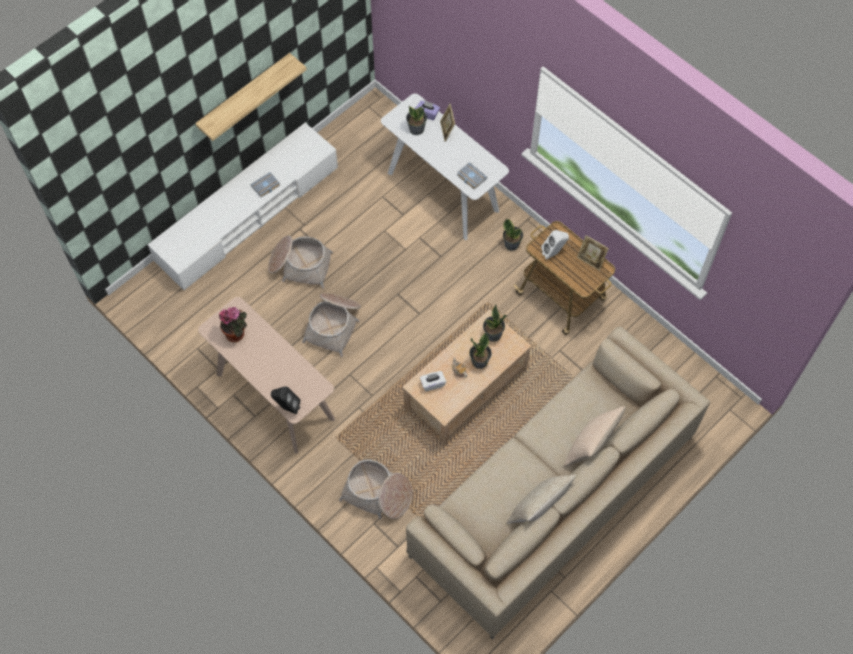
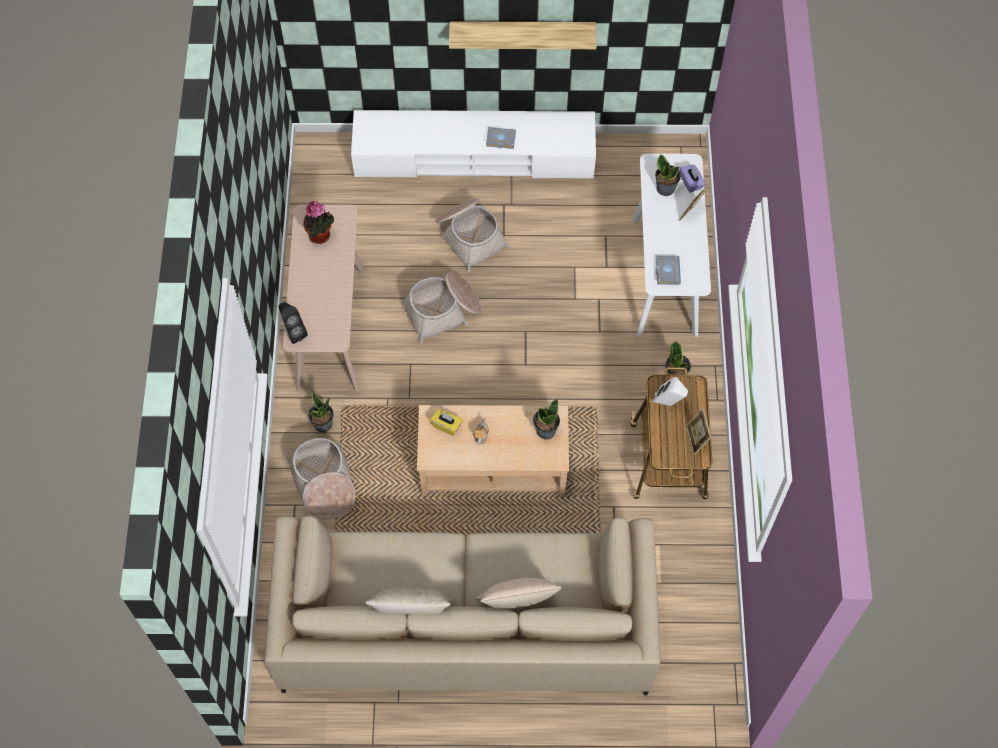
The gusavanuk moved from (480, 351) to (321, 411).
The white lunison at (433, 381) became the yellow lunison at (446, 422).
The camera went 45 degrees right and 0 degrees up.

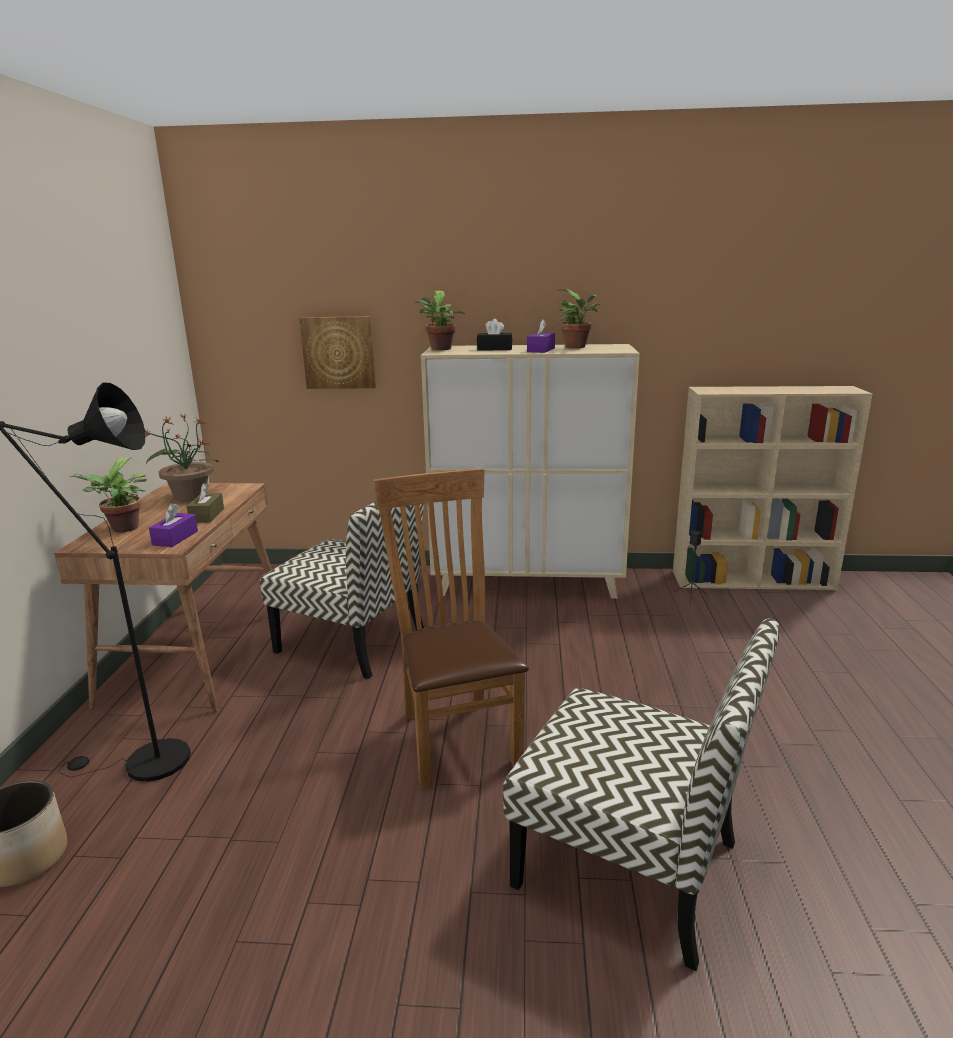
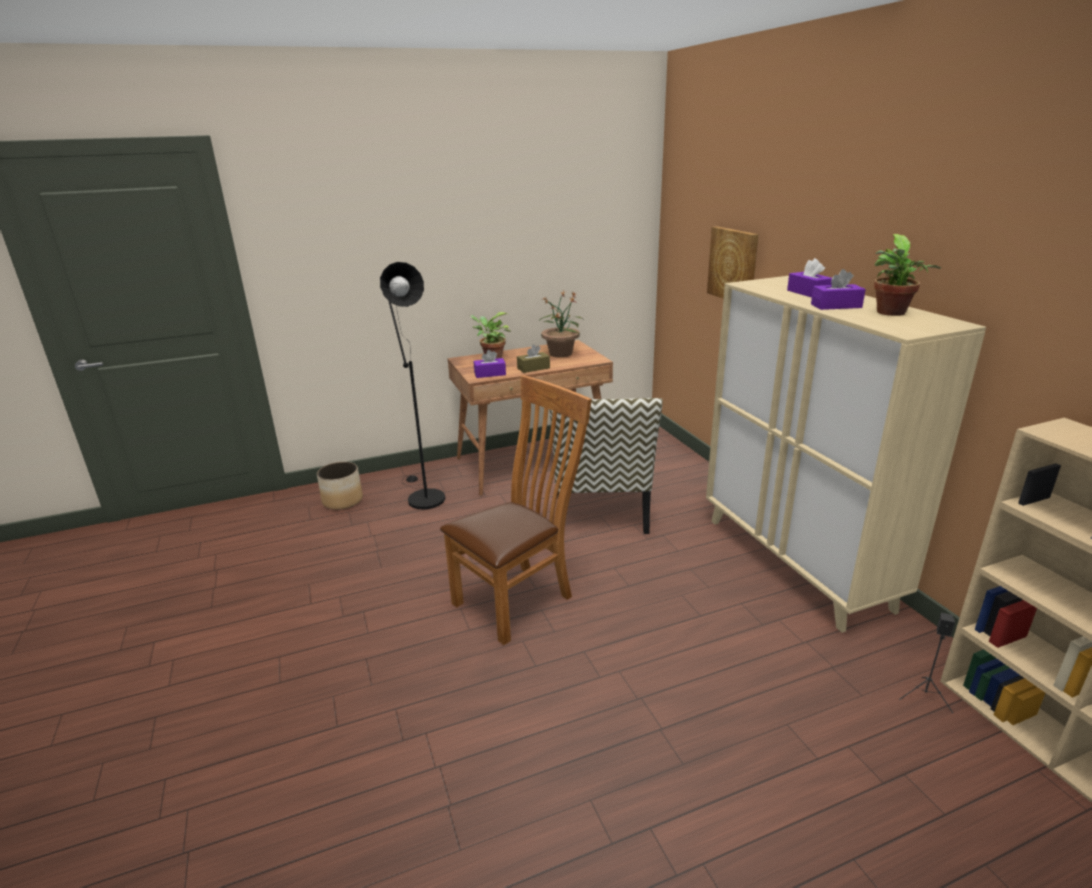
The black lunison at (495, 335) became the purple lunison at (809, 278).
The gusavanuk at (440, 320) disappeared.
The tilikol at (641, 795) disappeared.
The camera went 65 degrees right and 5 degrees up.

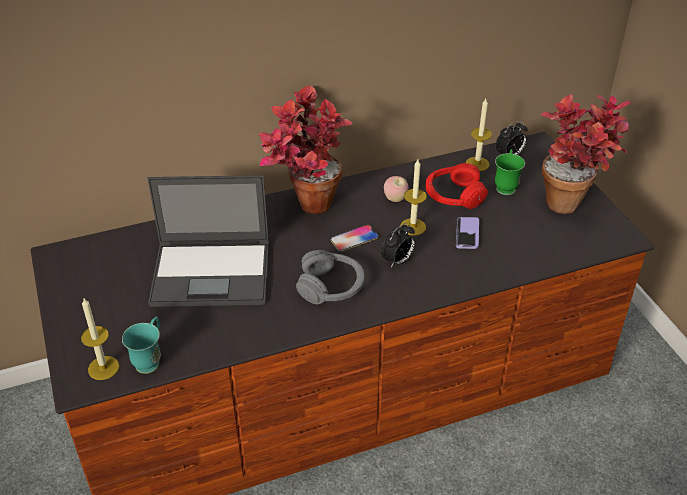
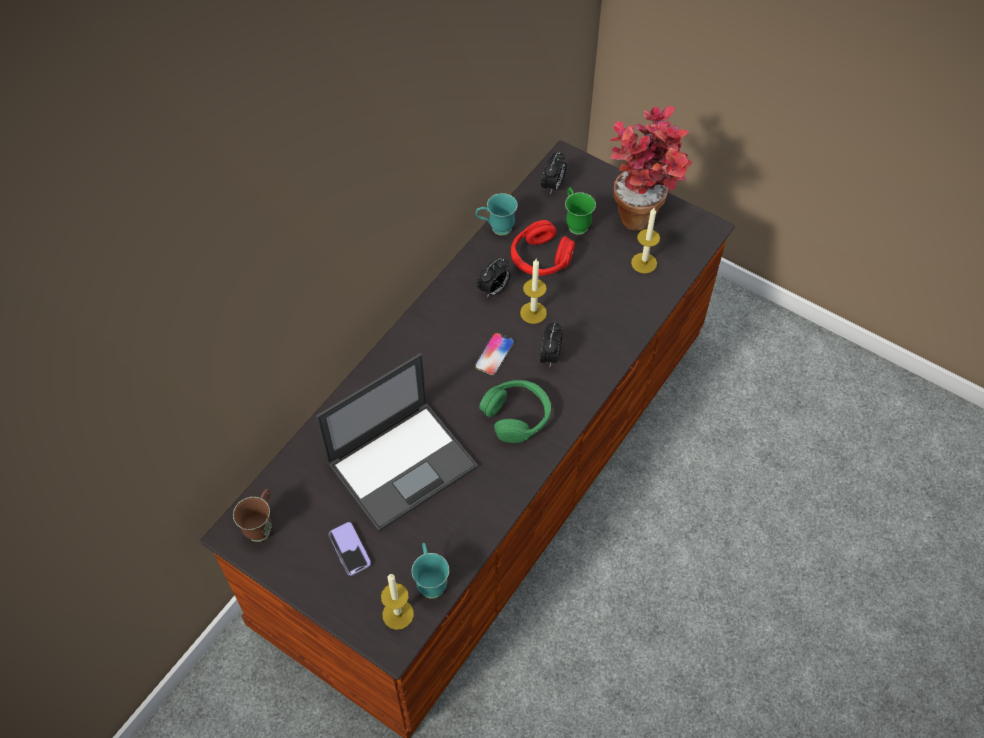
The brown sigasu at (252, 515) appeared.
The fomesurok moved from (467, 233) to (350, 549).
The turquoise sigasu at (497, 214) appeared.
The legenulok at (396, 189) was replaced by the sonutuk at (493, 278).
The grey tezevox at (330, 277) became the green tezevox at (515, 411).
The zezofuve moved from (479, 135) to (645, 240).
The gusavanuk at (306, 150) disappeared.
The camera went 35 degrees left and 15 degrees up.

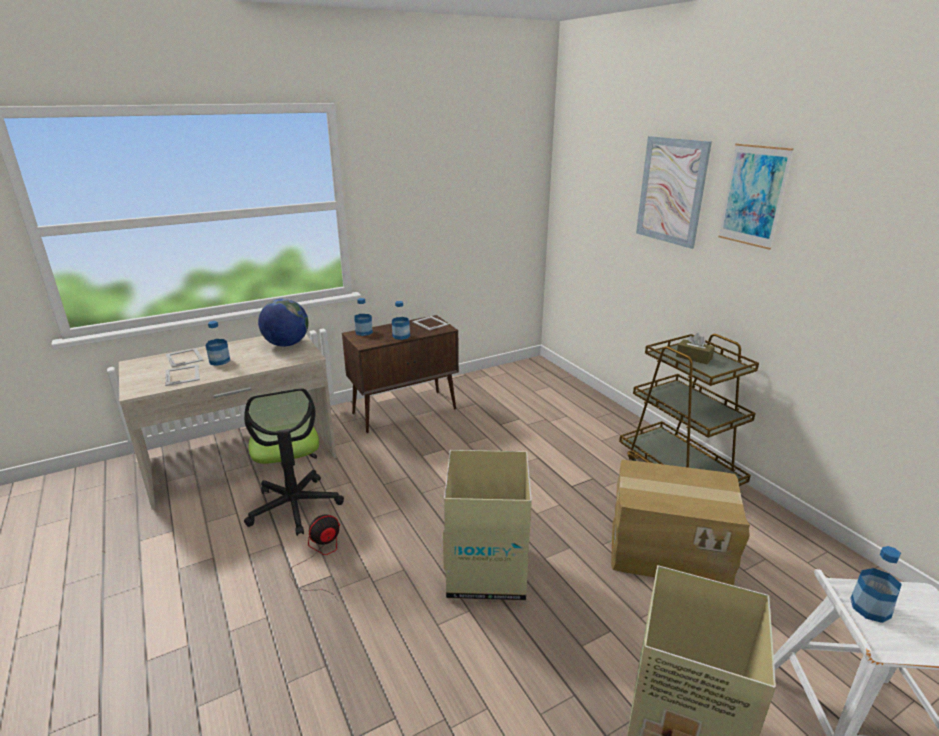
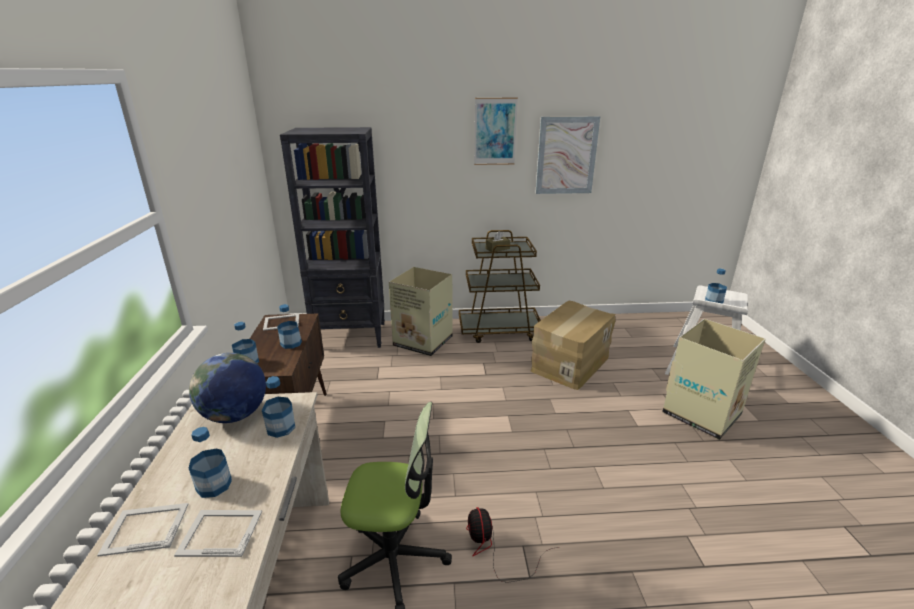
The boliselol at (278, 407) appeared.
The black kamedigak at (332, 237) appeared.
The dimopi moved from (487, 525) to (421, 311).
The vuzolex moved from (674, 192) to (567, 155).
The camera went 65 degrees left and 0 degrees up.

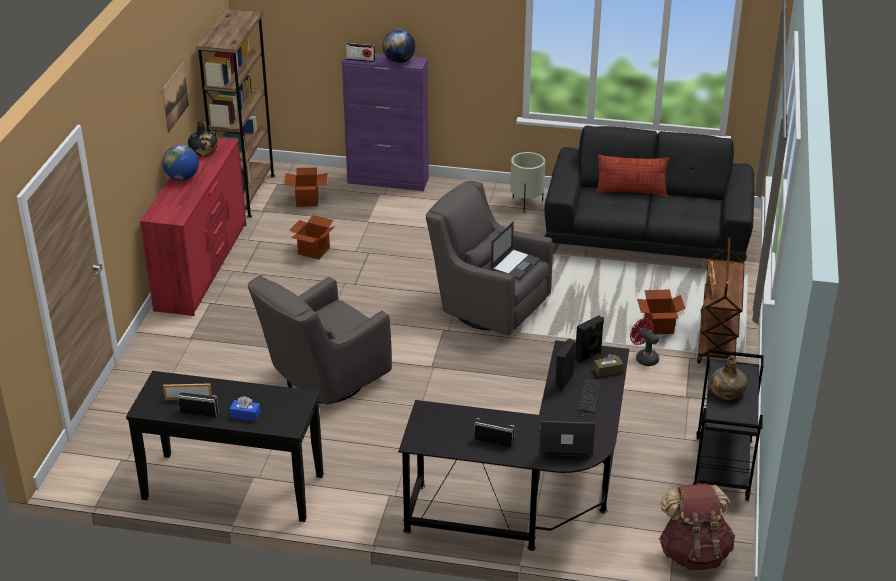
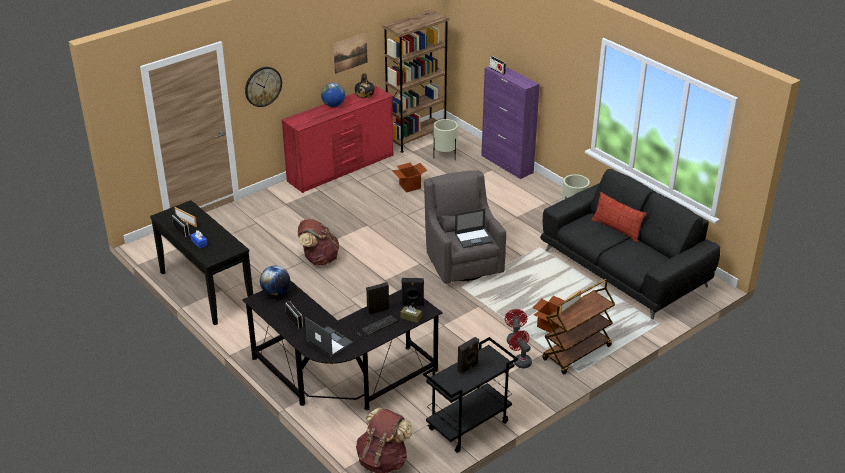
The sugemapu at (263, 87) appeared.
The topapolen moved from (398, 46) to (275, 281).
The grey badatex at (320, 340) was replaced by the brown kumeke at (318, 242).
The dimopi at (306, 187) was replaced by the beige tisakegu at (445, 139).
The green boliselol at (728, 378) was replaced by the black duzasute at (468, 355).
The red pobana at (520, 349) appeared.
The camera went 40 degrees right and 0 degrees up.

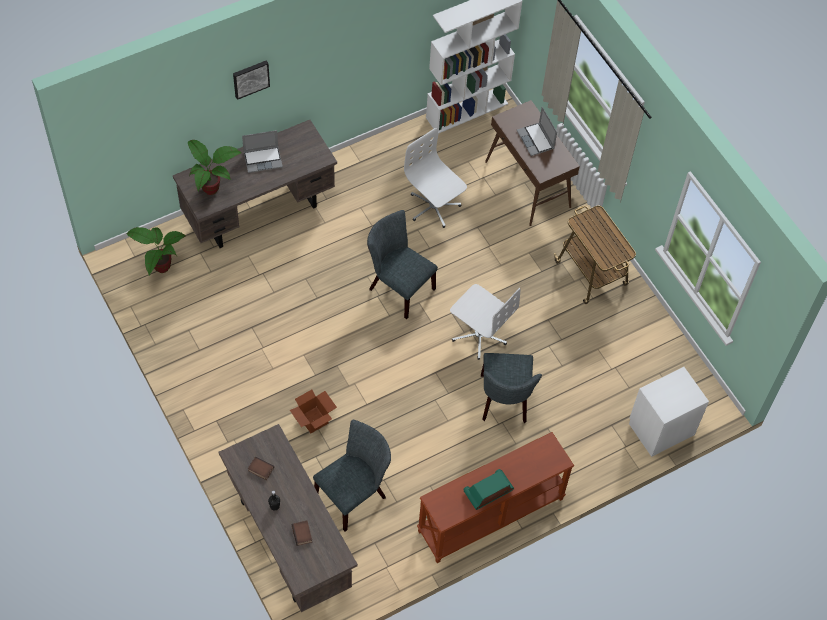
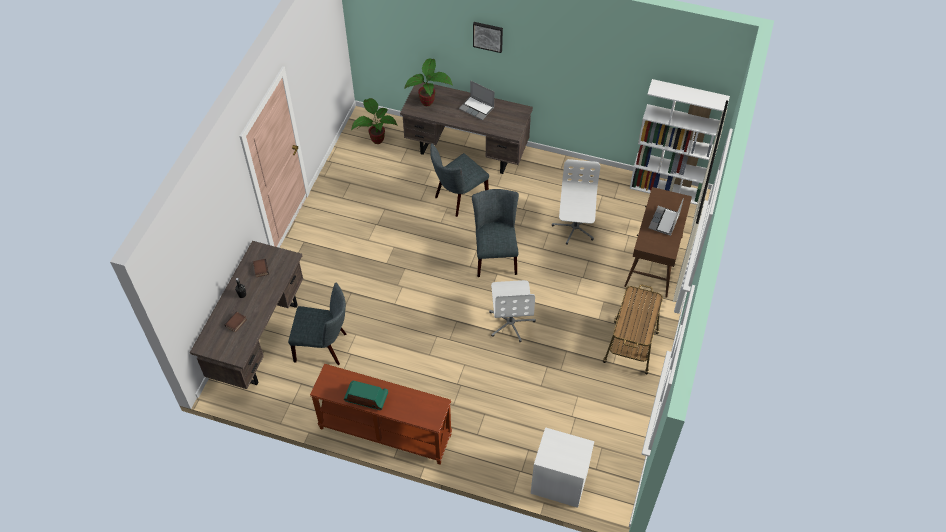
The grey tilikol moved from (511, 388) to (459, 180).
The dimopi at (313, 412) disappeared.
The camera went 50 degrees right and 5 degrees down.

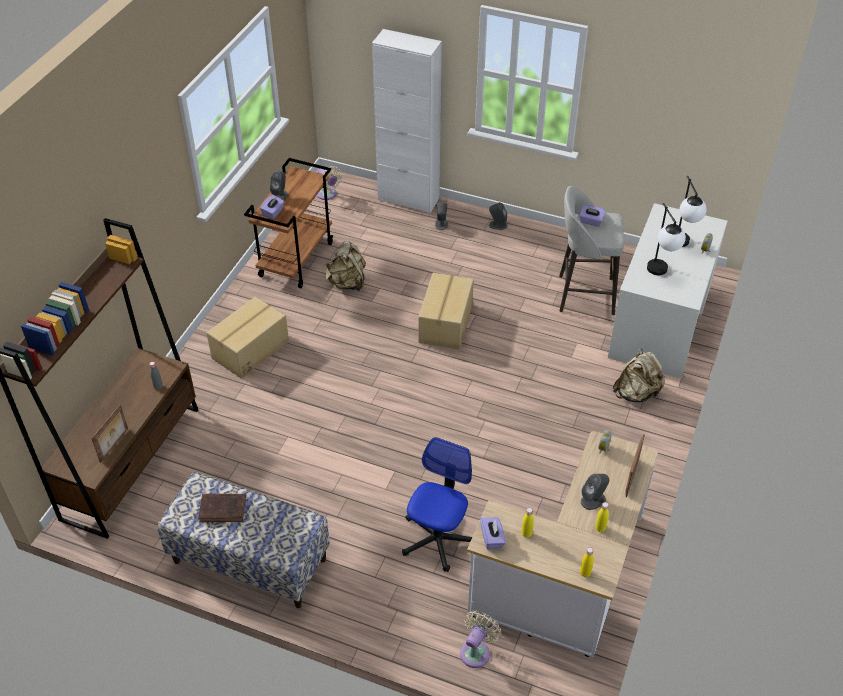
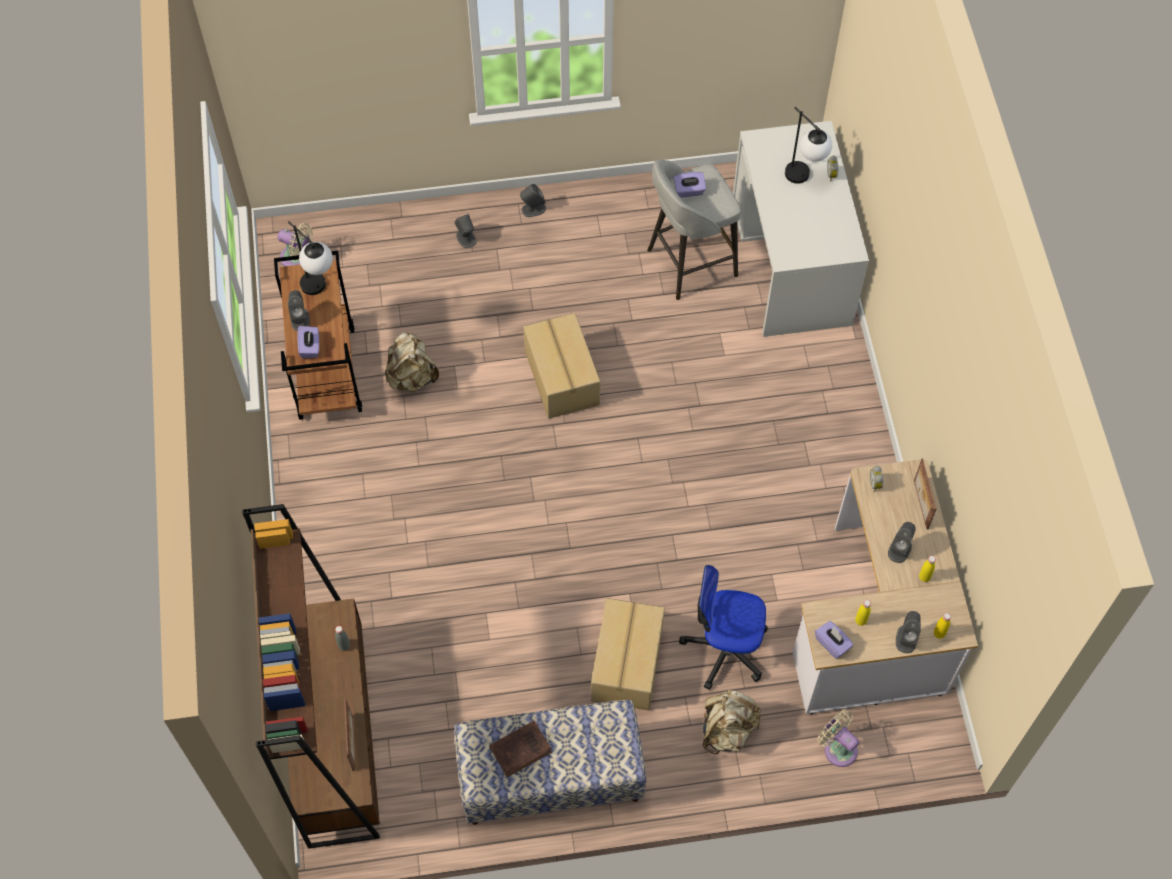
The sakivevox moved from (666, 239) to (310, 258).
The dimopi moved from (247, 337) to (628, 654).
The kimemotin at (437, 504) turned 75 degrees counterclockwise.
The beige kumeke moved from (639, 375) to (731, 722).
The beige pobana at (480, 639) turned 45 degrees counterclockwise.
The grey duzasute at (908, 632) appeared.
The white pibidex at (407, 121) disappeared.
The camera went 30 degrees left and 15 degrees up.

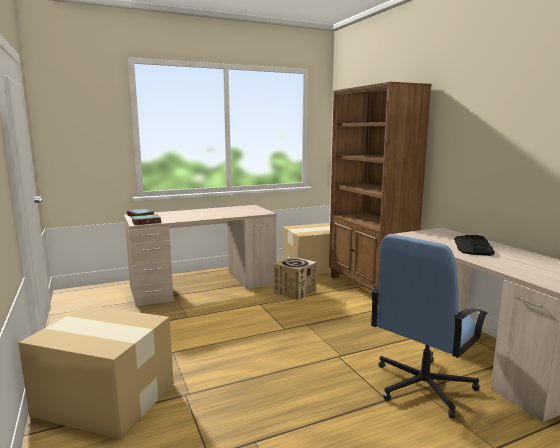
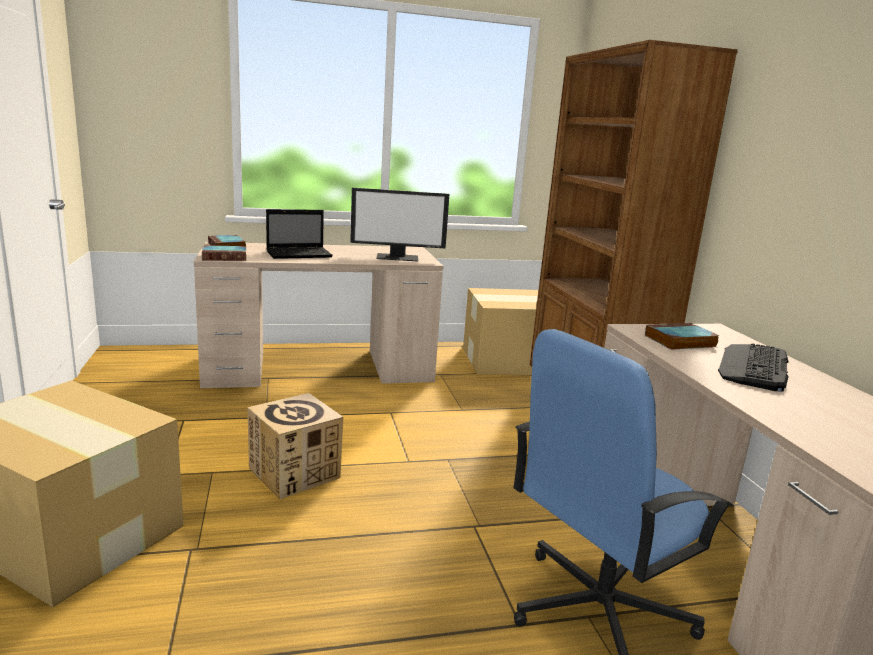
The dimopi moved from (295, 278) to (295, 446).
The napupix at (299, 234) appeared.
The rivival at (399, 224) appeared.
The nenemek at (682, 336) appeared.
The camera went 10 degrees right and 5 degrees up.

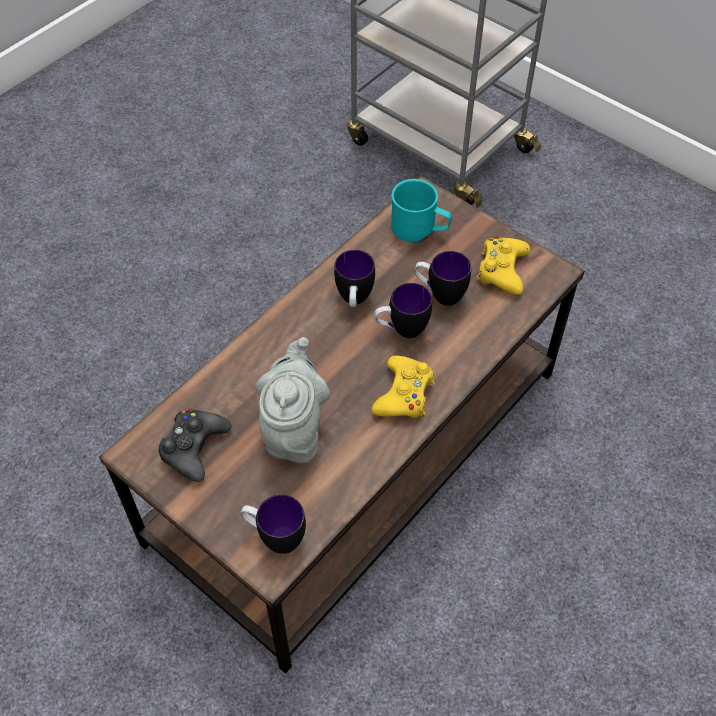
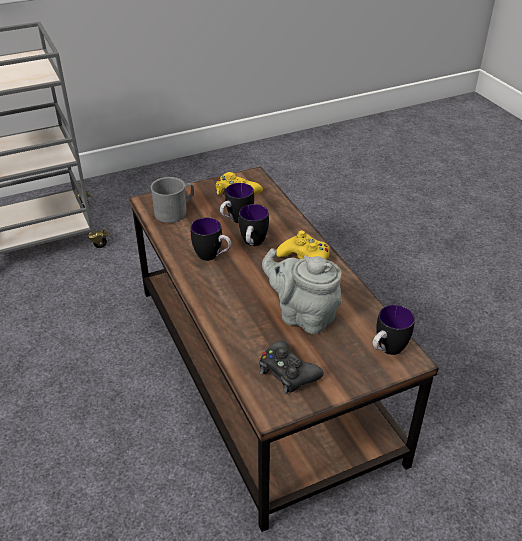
The turquoise sigasu at (421, 210) became the grey sigasu at (172, 200).
The camera went 65 degrees left and 15 degrees down.

